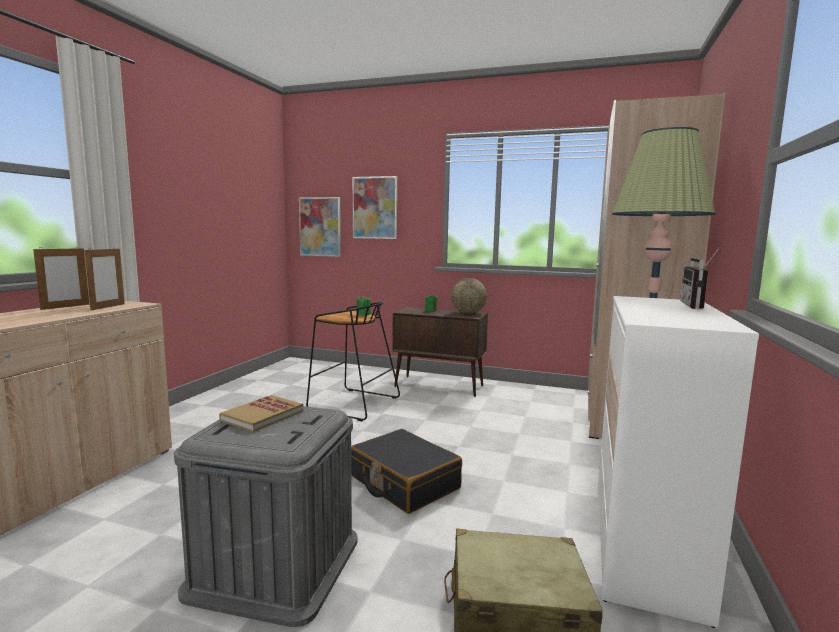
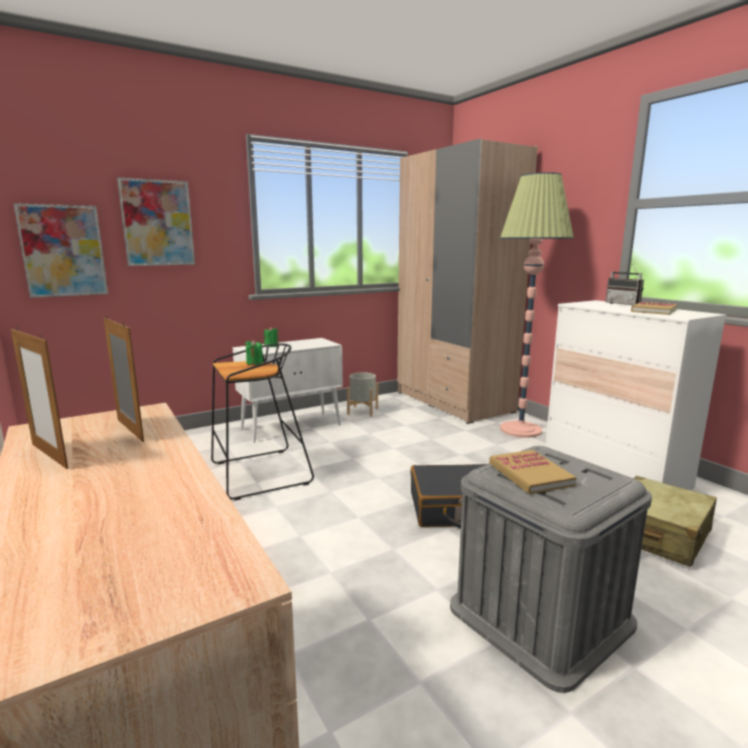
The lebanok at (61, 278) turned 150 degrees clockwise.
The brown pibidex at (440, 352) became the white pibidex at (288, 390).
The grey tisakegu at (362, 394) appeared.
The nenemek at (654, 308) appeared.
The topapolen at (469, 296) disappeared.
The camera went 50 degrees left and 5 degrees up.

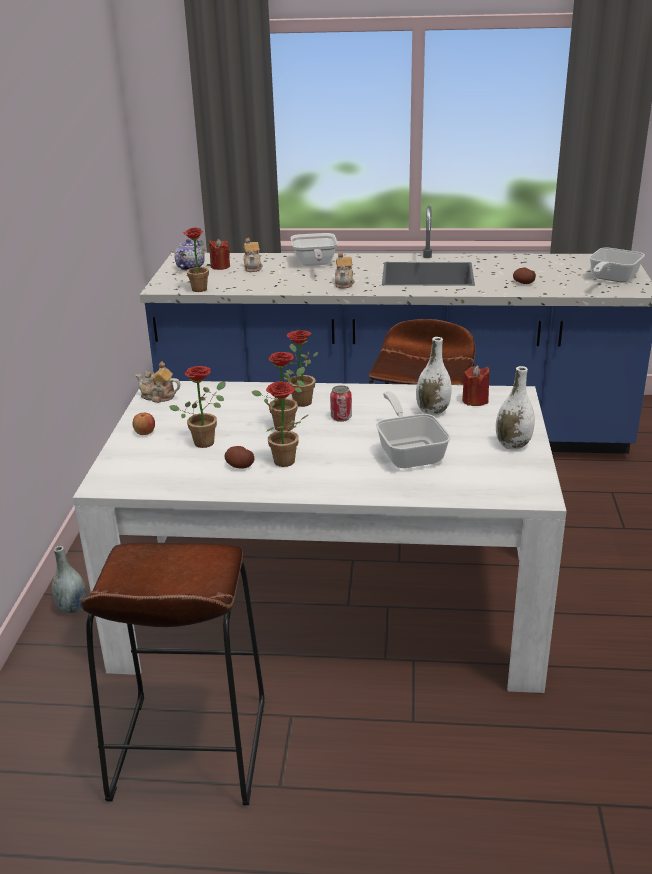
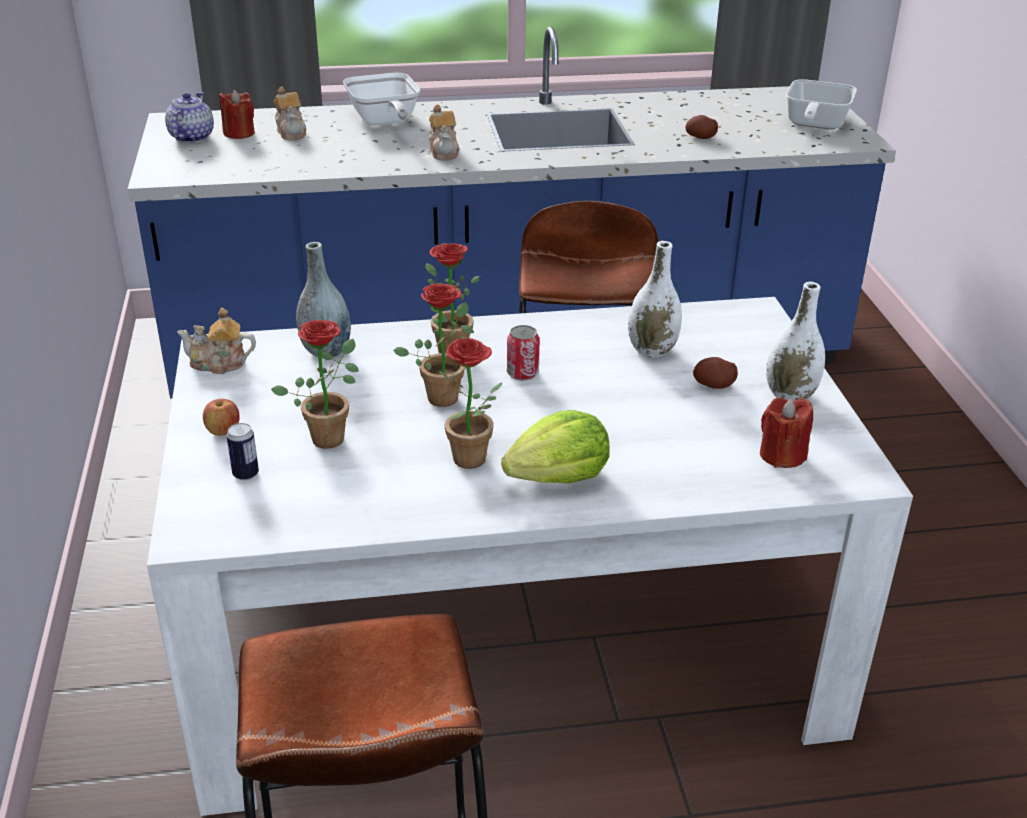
The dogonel at (243, 451) appeared.
The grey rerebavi moved from (69, 580) to (323, 300).
The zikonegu at (555, 446) appeared.
The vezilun moved from (239, 457) to (715, 373).
The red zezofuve moved from (475, 385) to (786, 432).
The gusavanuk at (191, 259) disappeared.
The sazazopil at (413, 429) disappeared.
The camera went 15 degrees left and 5 degrees up.

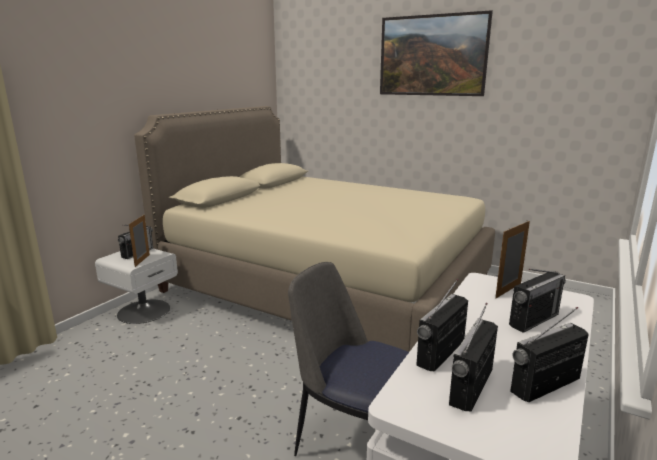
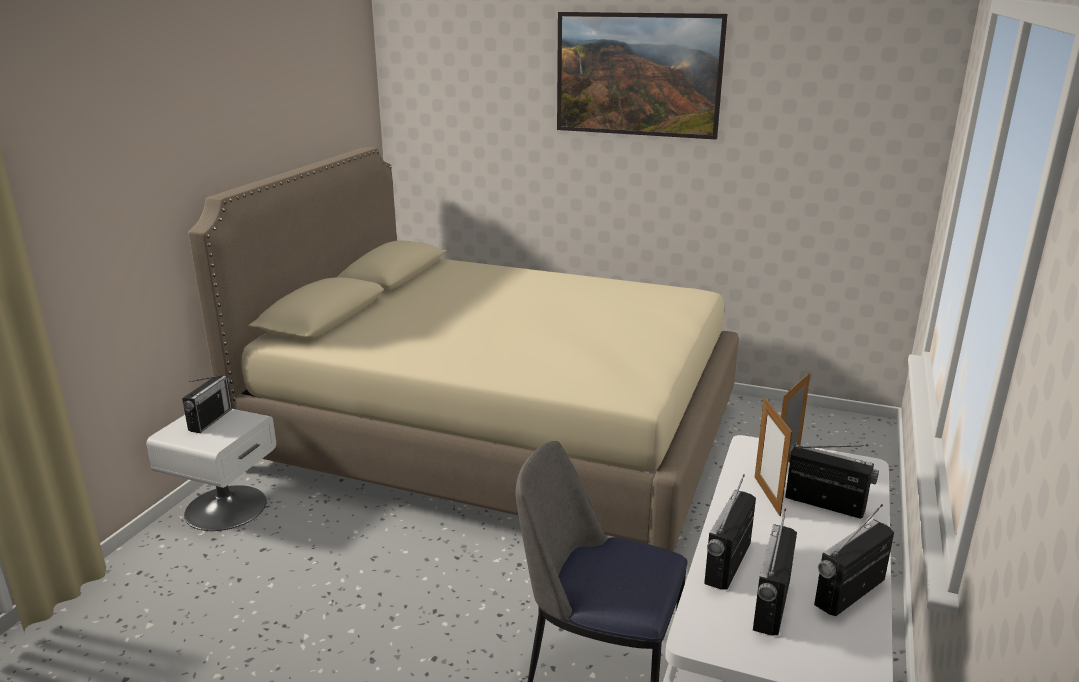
The lebanok moved from (139, 240) to (773, 456).
The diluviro at (537, 301) turned 105 degrees counterclockwise.
The camera went 10 degrees left and 5 degrees up.

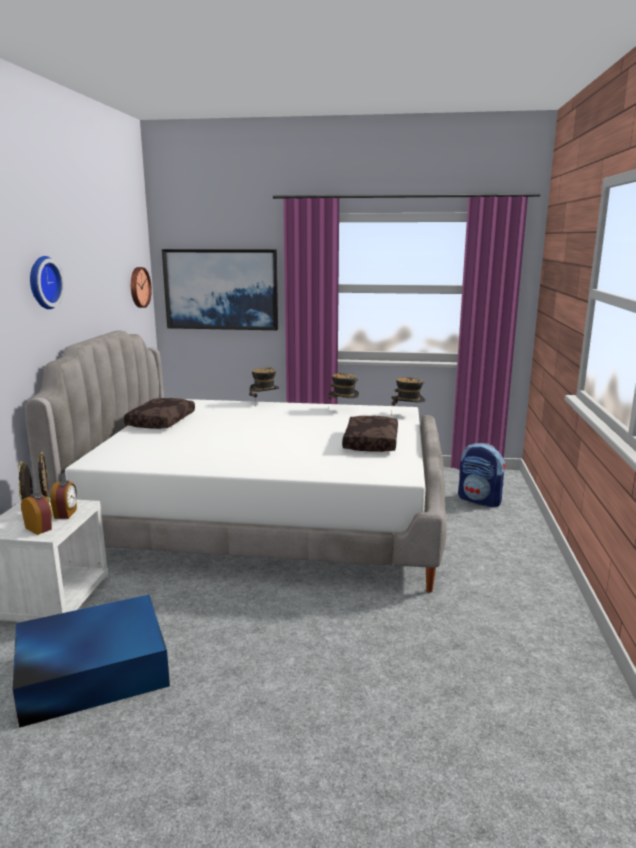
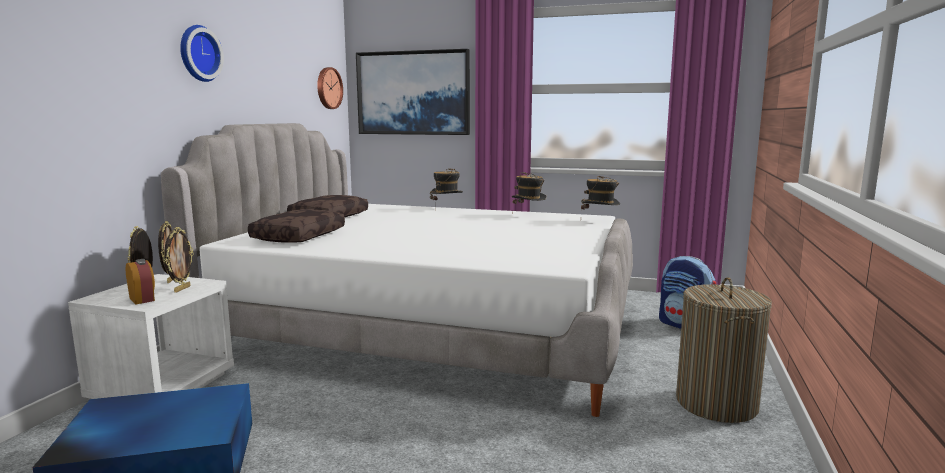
The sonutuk at (63, 499) was replaced by the lebanok at (179, 260).
The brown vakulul moved from (370, 434) to (296, 226).
The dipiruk at (724, 350) appeared.
The camera went 10 degrees right and 5 degrees down.

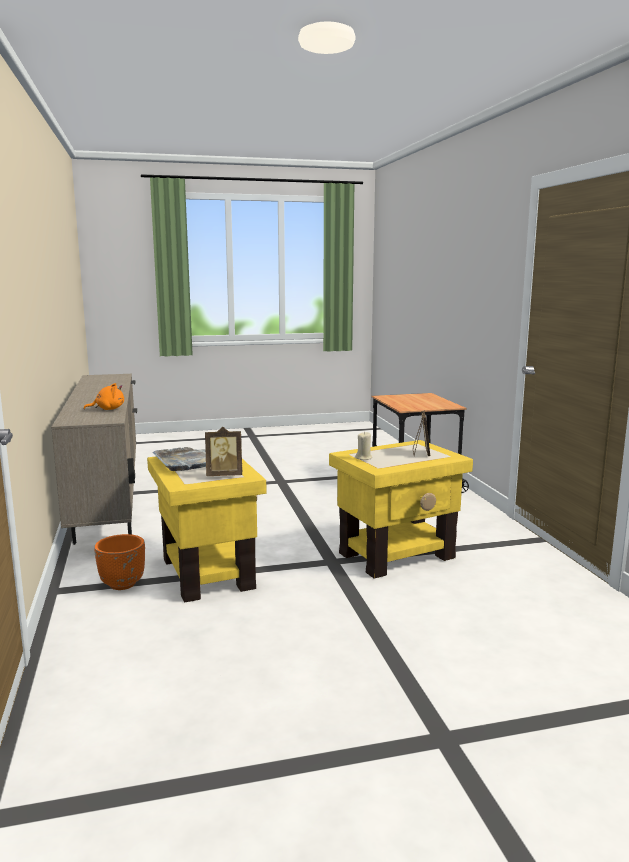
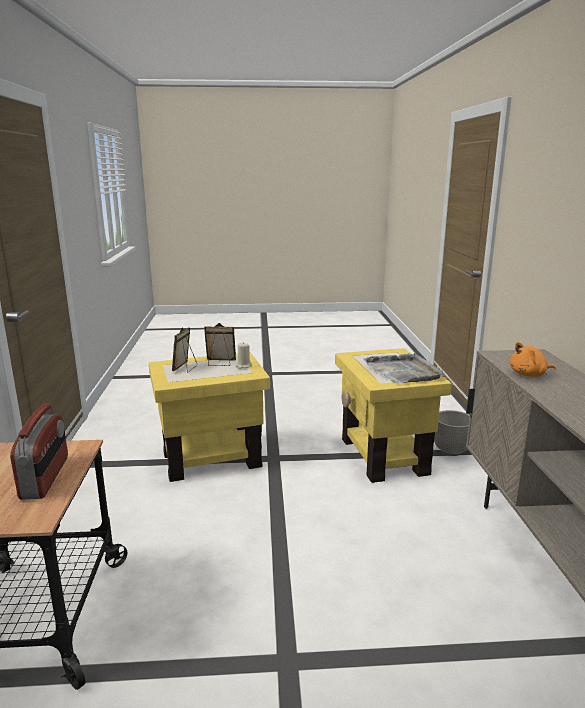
The diluviro at (39, 452) appeared.
The lebanok moved from (223, 451) to (220, 344).
The orange tisakegu at (119, 562) became the grey tisakegu at (452, 433).
The camera went 170 degrees left and 5 degrees up.

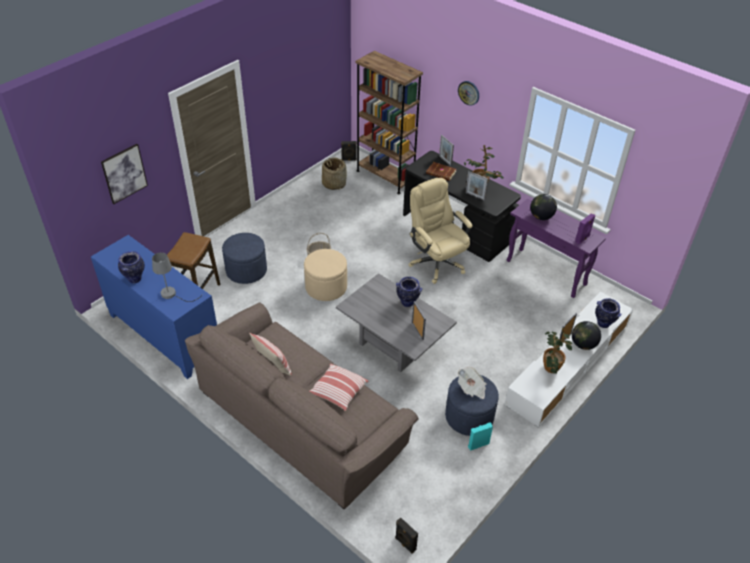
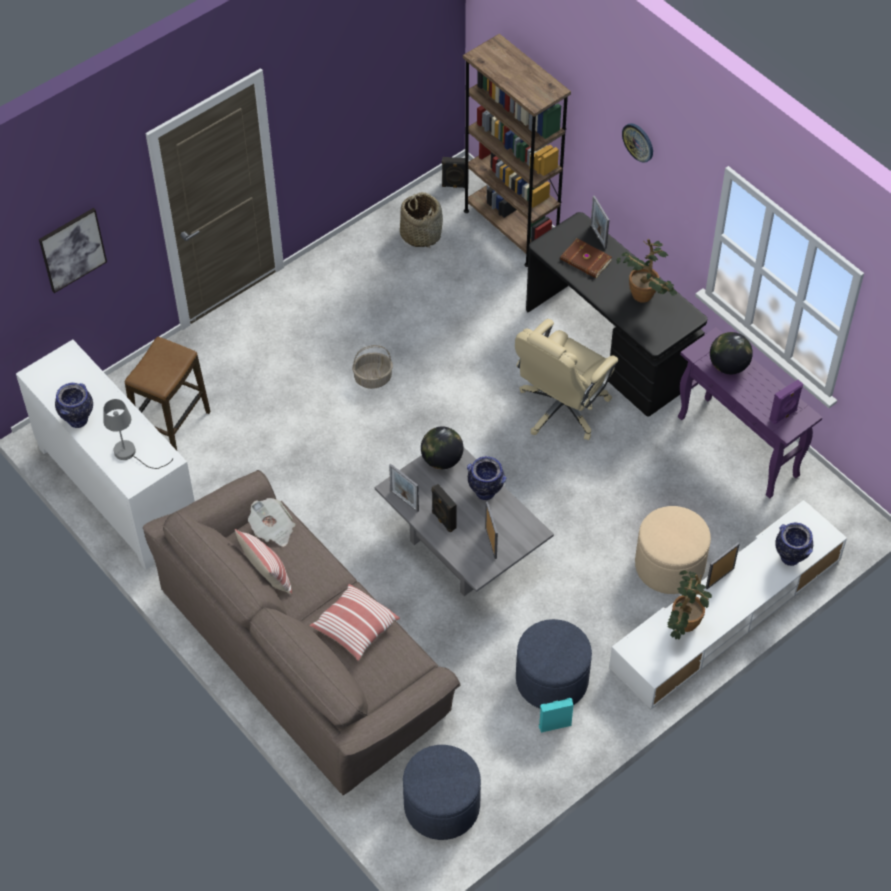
The blue pibidex at (154, 307) became the white pibidex at (105, 454).
The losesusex moved from (472, 383) to (272, 522).
The lebanok moved from (477, 186) to (404, 488).
The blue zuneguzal moved from (244, 258) to (442, 792).
The topapolen moved from (586, 335) to (442, 448).
The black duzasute moved from (406, 536) to (444, 508).
The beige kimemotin at (440, 231) turned 120 degrees counterclockwise.
The beige zuneguzal moved from (325, 275) to (673, 550).
The camera went 10 degrees right and 10 degrees up.

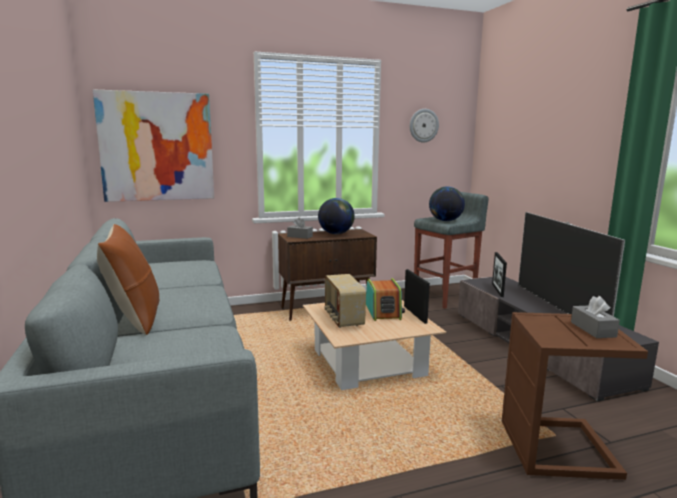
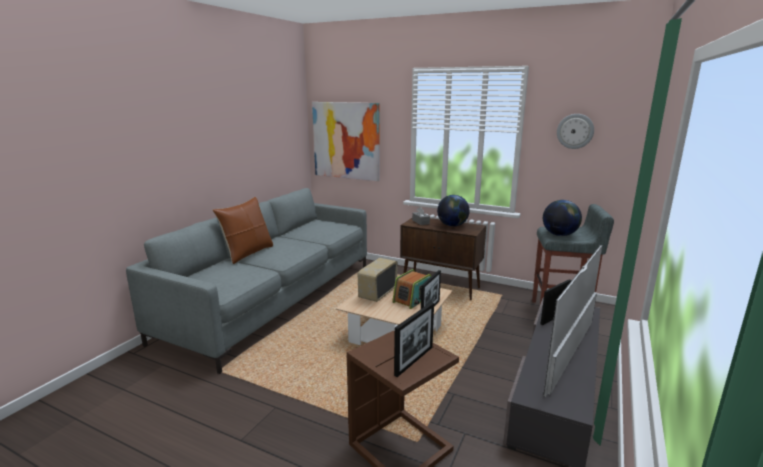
The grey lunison at (595, 317) was replaced by the lebanok at (414, 339).
The camera went 45 degrees right and 5 degrees up.

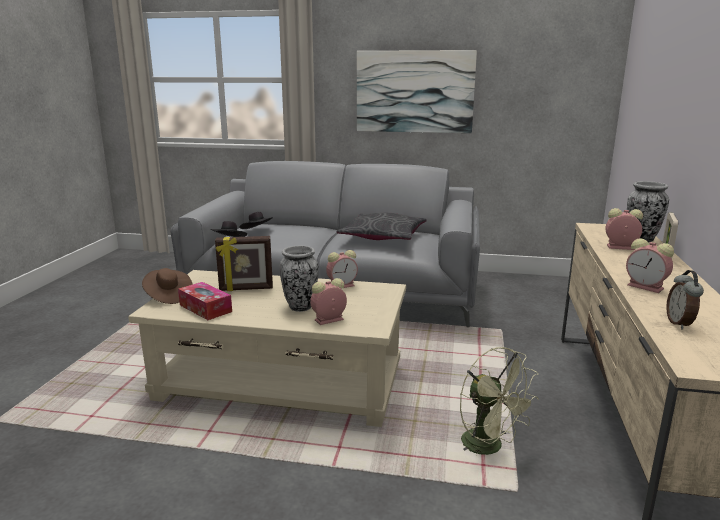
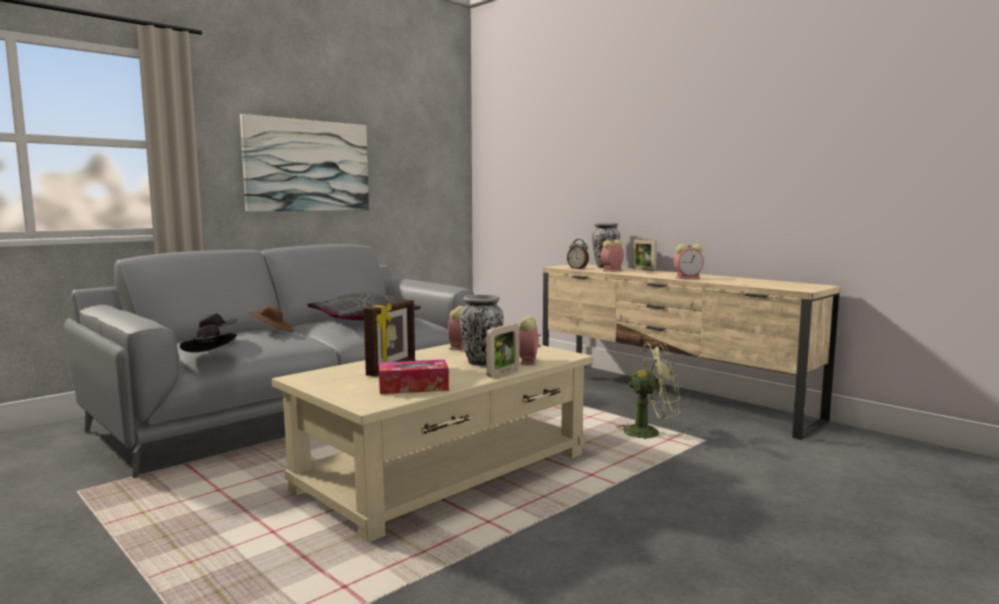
The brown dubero moved from (167, 286) to (270, 318).
The lebanok at (502, 350) appeared.
The sonutuk moved from (685, 299) to (578, 254).
The camera went 55 degrees left and 10 degrees down.

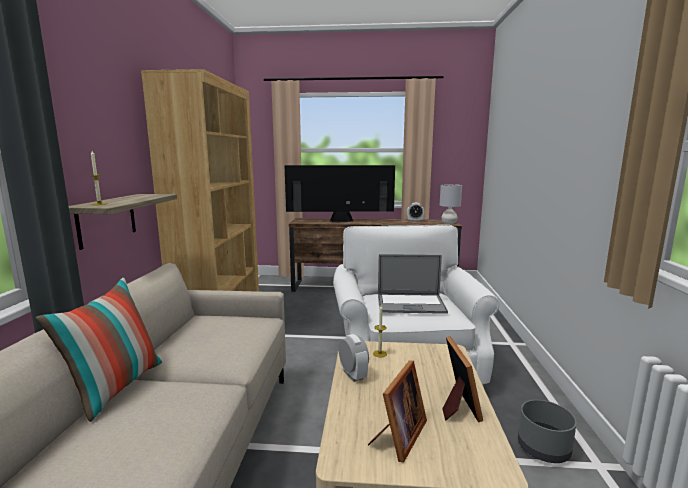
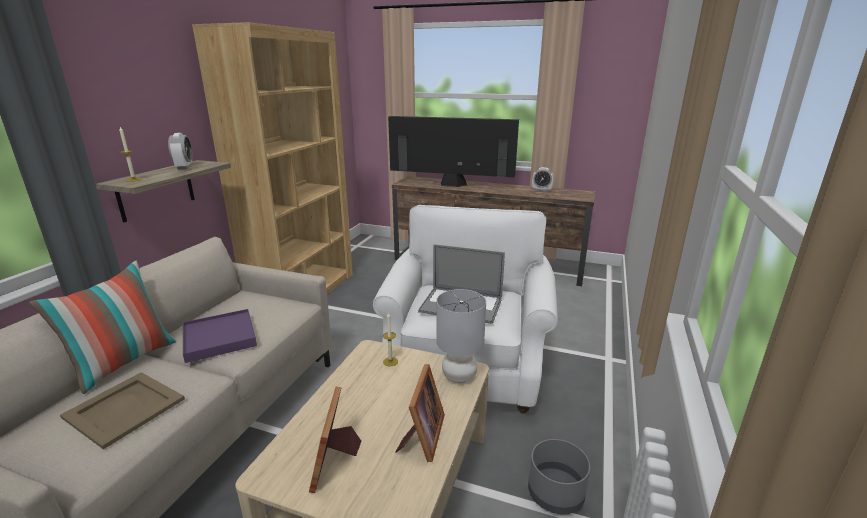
The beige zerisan at (122, 410) appeared.
The sonutuk moved from (353, 358) to (180, 151).
The purple zerisan at (220, 336) appeared.
The lebanok at (397, 412) turned 135 degrees clockwise.
The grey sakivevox moved from (451, 204) to (461, 336).
The camera went 15 degrees right and 10 degrees up.

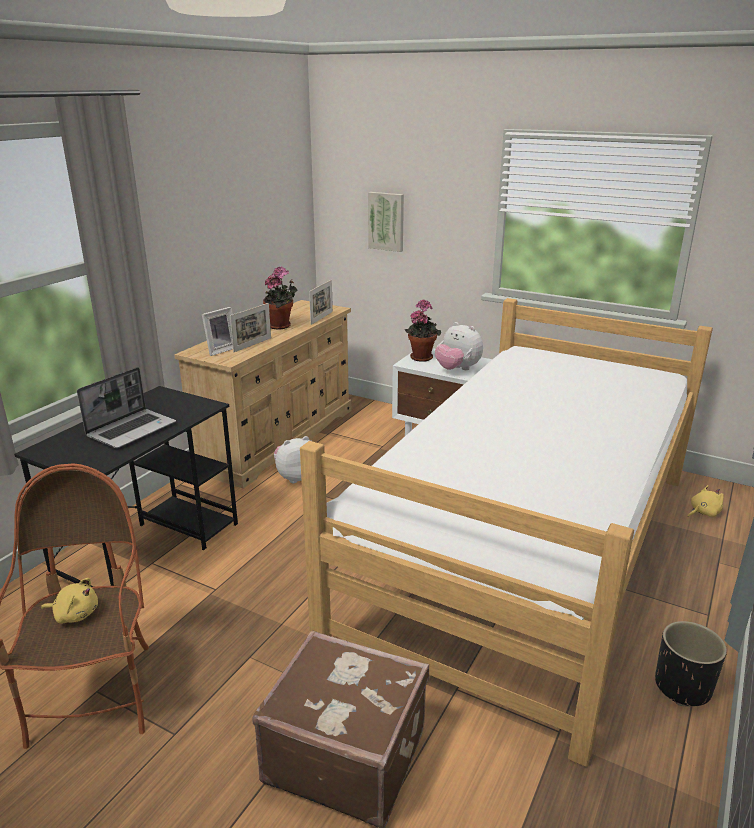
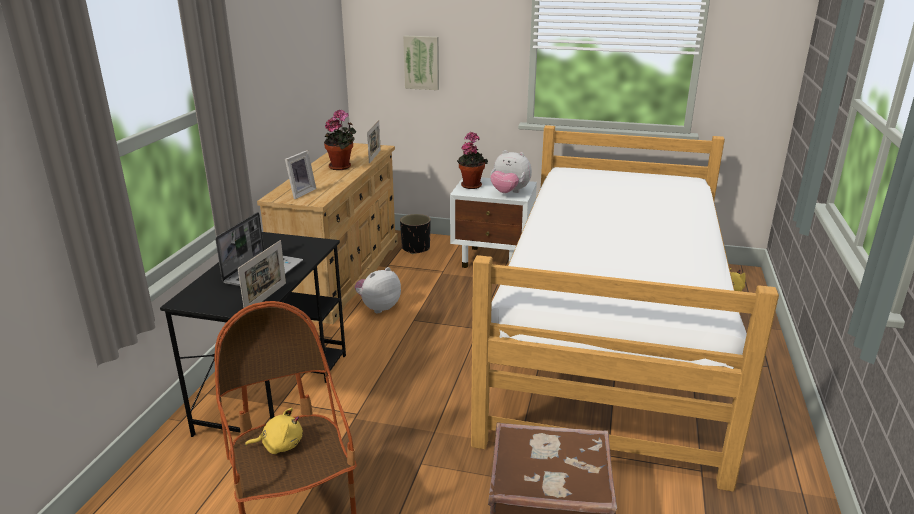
The lebanok moved from (250, 327) to (262, 274).
The black tisakegu moved from (691, 664) to (415, 234).
The camera went 15 degrees left and 0 degrees up.

